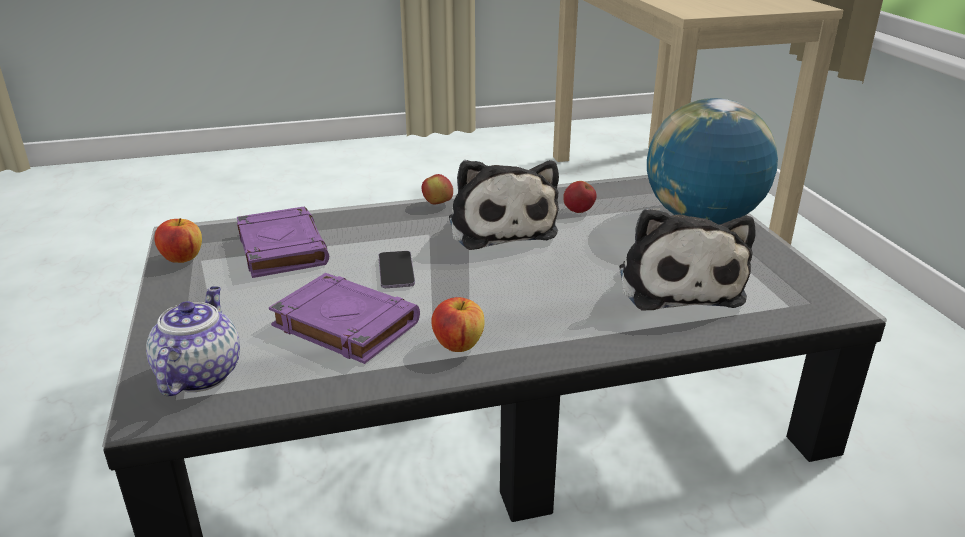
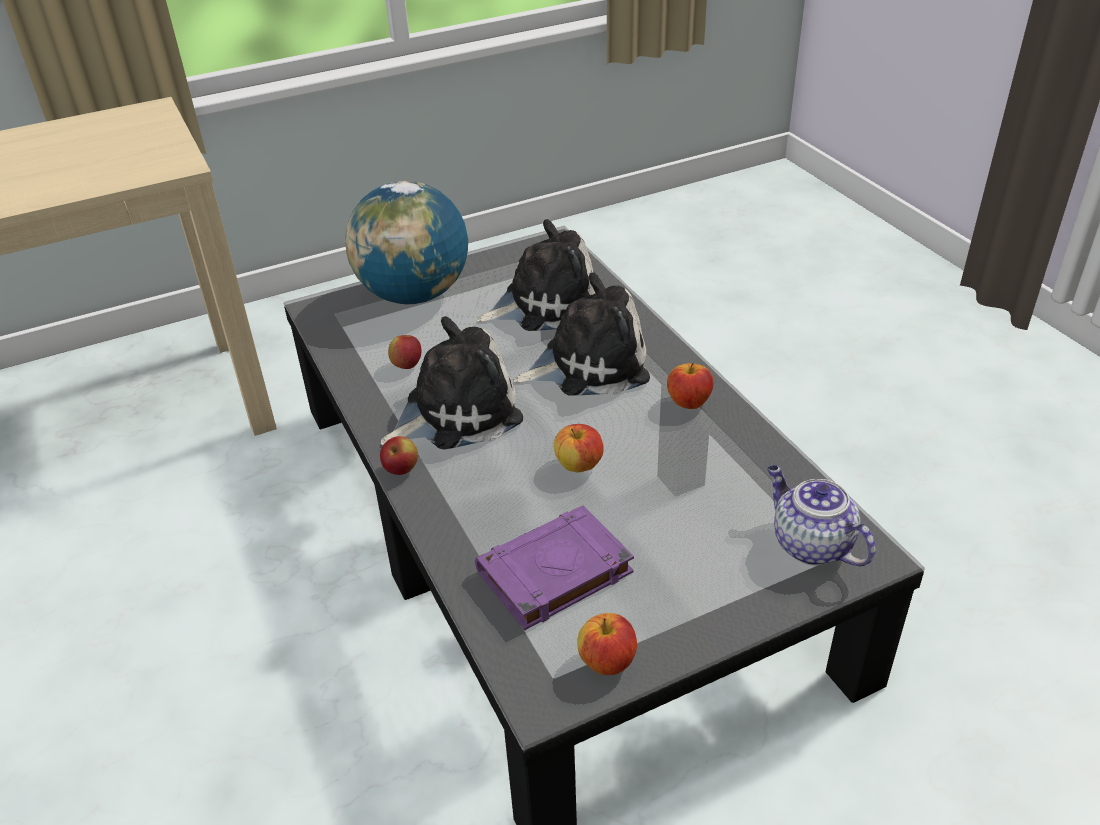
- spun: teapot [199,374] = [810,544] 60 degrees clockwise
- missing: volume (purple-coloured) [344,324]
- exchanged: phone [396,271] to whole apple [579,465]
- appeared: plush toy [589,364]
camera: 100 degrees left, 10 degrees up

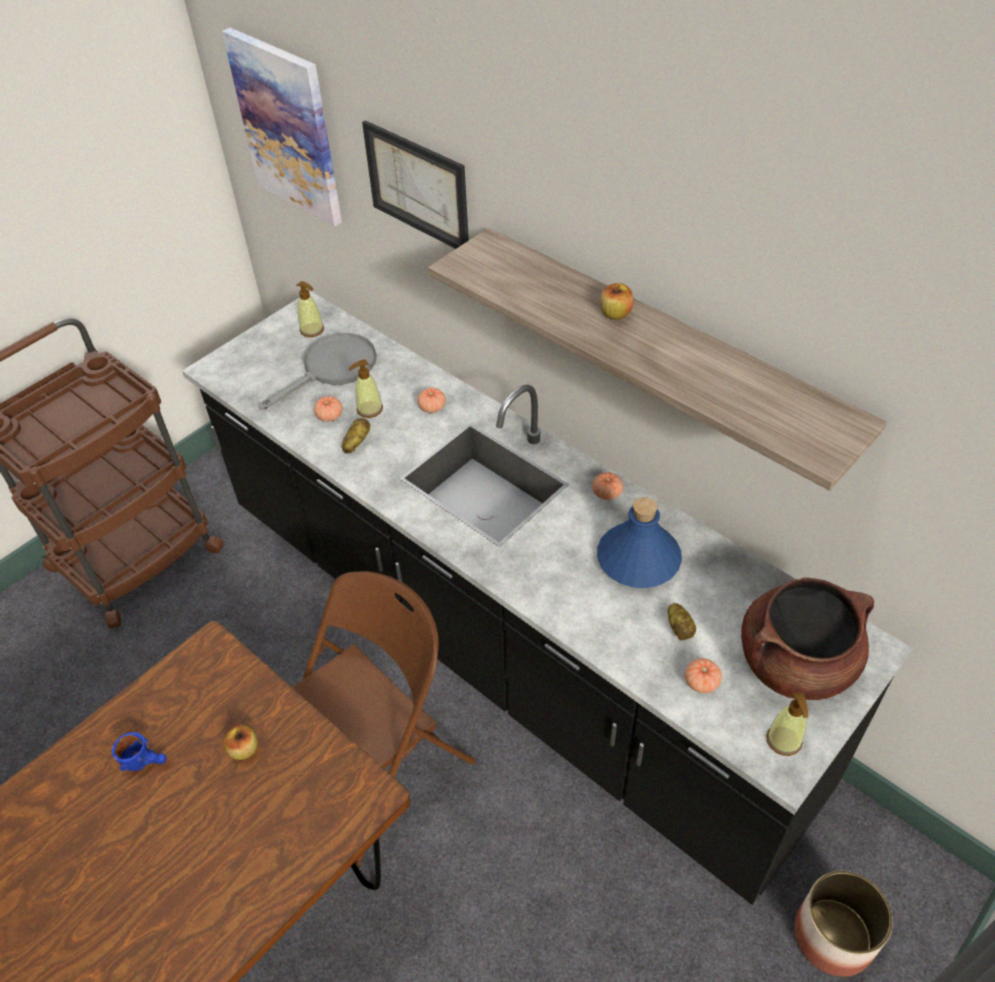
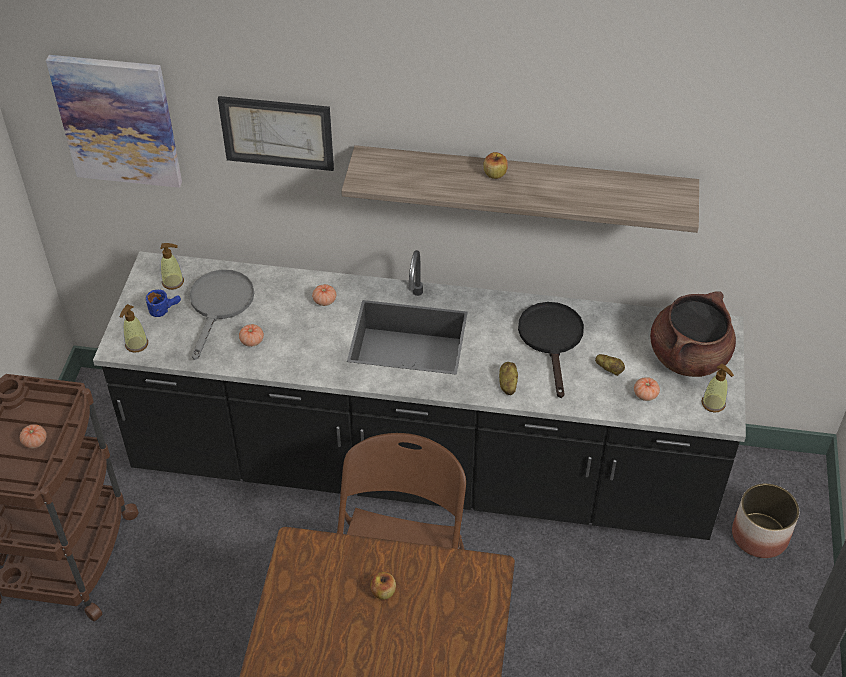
- relocated: tea mug (bluish) [147,760] to [165,309]
- relocated: whole potato [356,443] to [507,384]
- relocated: soap bottle [369,409] to [136,344]
- relocated: whole tomato [606,493] to [35,442]
- exchanged: bottle (bluish) [639,559] to pan (black) [552,339]
camera: 35 degrees left, 0 degrees up

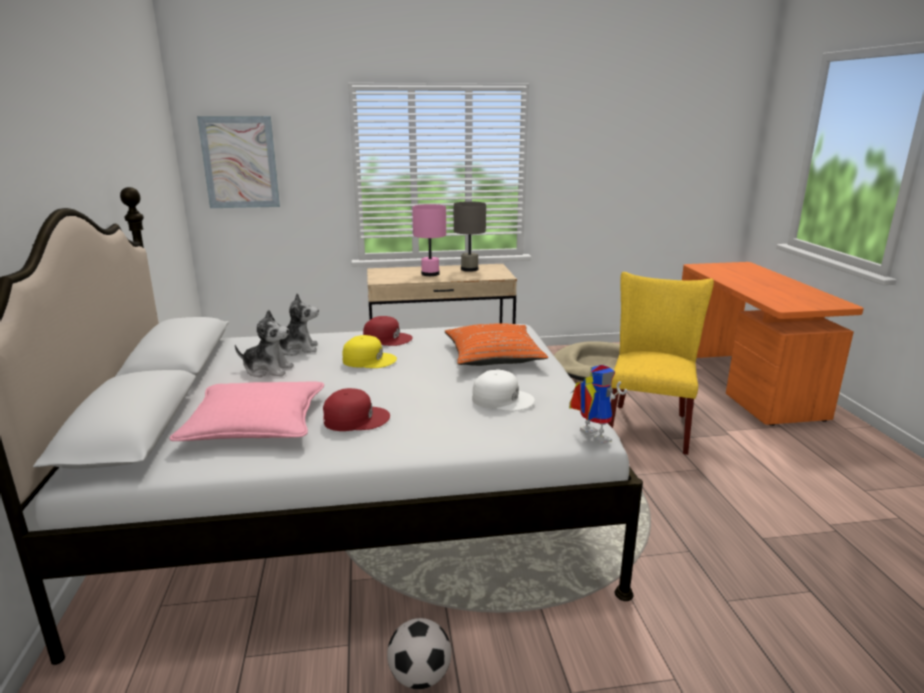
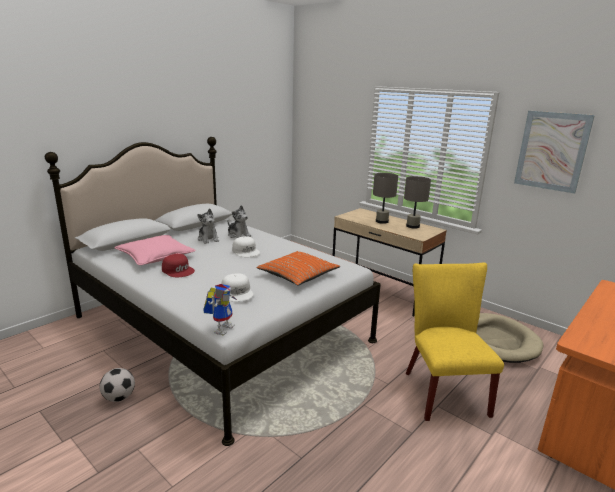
- relocated: picture [240,162] to [551,151]
- colour: cap (yellowish) [369,359] to cap (whitish) [246,251]
- missing: cap (reddish) [387,338]
- colour: table lamp (pinkish) [430,274] to table lamp (greyish) [381,221]
- spun: plain chair (yellowish) [648,425] = [442,389] 75 degrees counterclockwise
camera: 50 degrees right, 0 degrees up

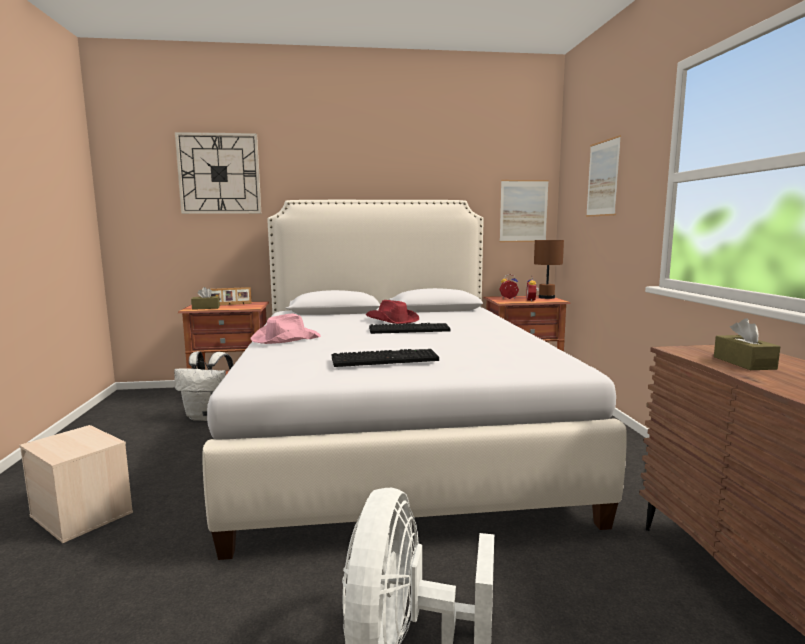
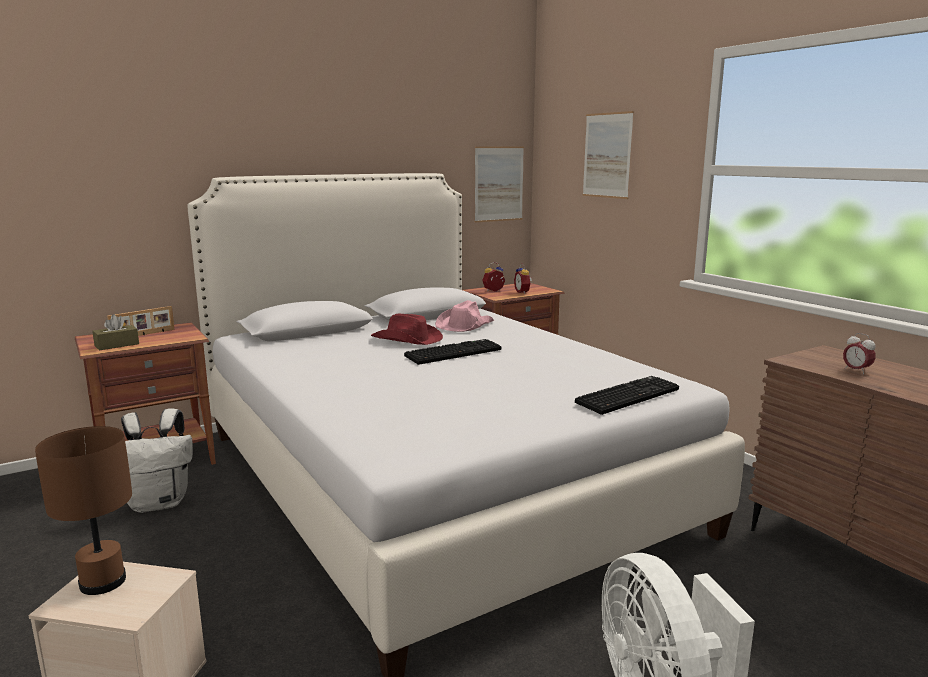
- missing: hanging clock [219,174]
- relocated: wearable hat (pinkish) [285,339] to [464,325]
- relocated: keyboard [385,359] to [627,395]
- relocated: table lamp (brown-coloured) [546,297] to [102,583]
- exchanged: tissue box (brown-coloured) [744,363] to table clock [856,370]
camera: 25 degrees left, 5 degrees up

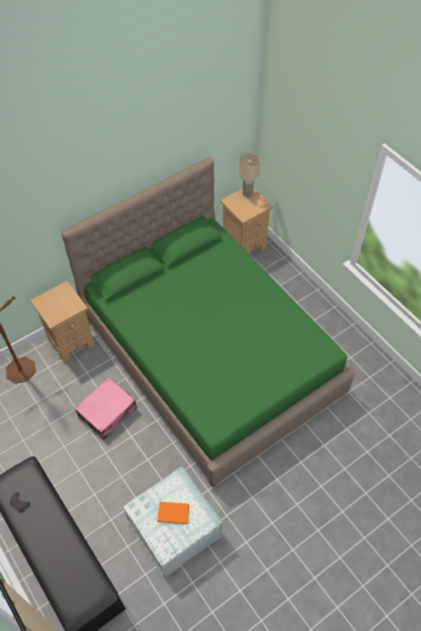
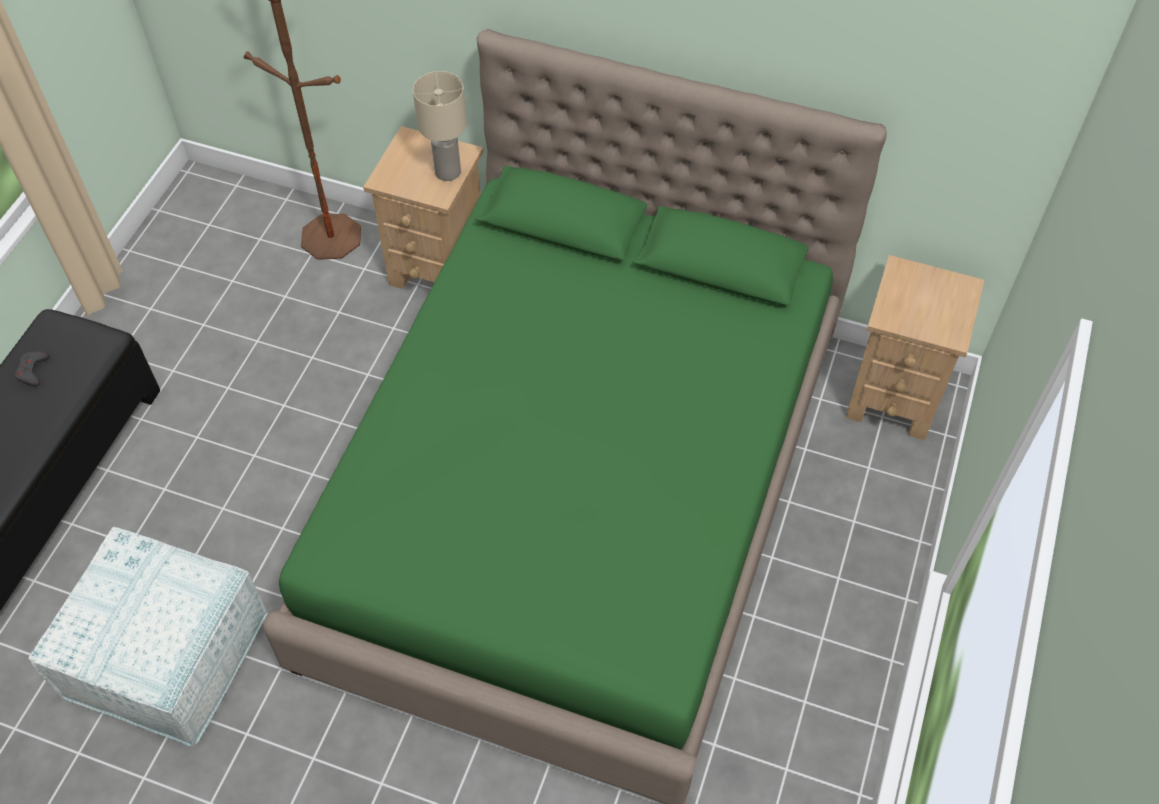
- missing: travel case (pinkish) [108,412]
- missing: volume (orangey) [173,512]
- relocated: table lamp (beige) [247,194] to [447,172]
camera: 55 degrees right, 0 degrees up

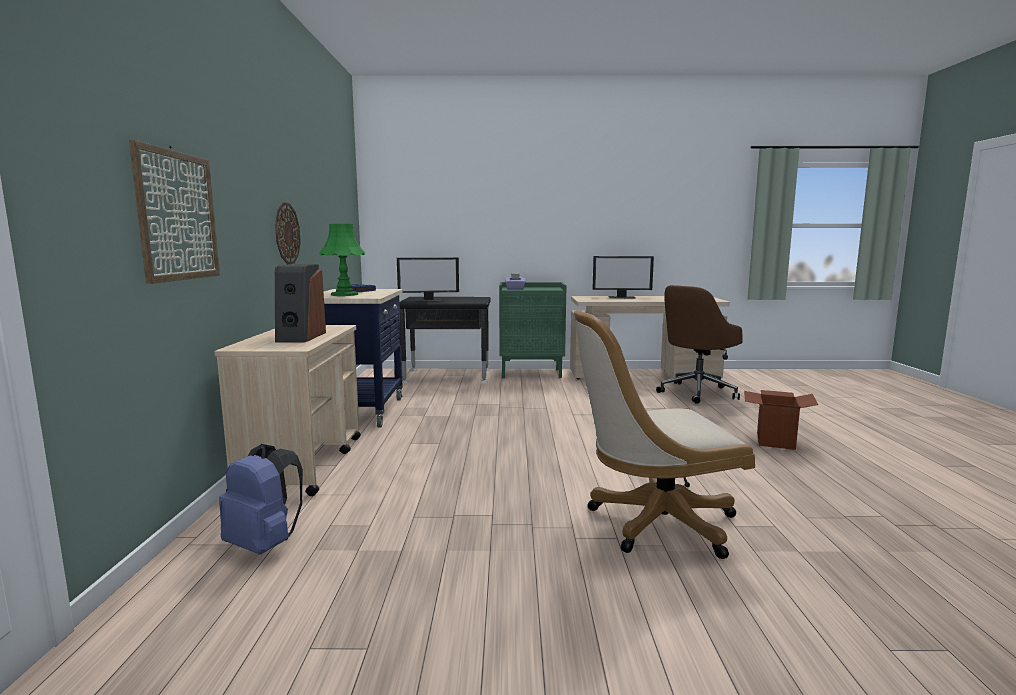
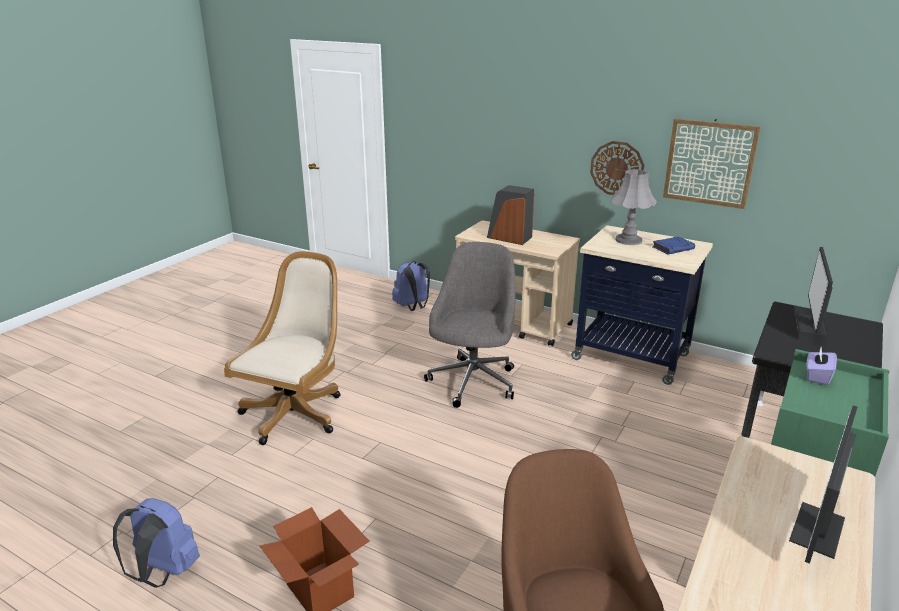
- relocated: picture [177,214] to [709,161]
- colour: table lamp (green) [345,294] to table lamp (greyish) [628,240]
- appeared: rucksack (bluish) [164,572]
- appeared: computer chair (greyish) [473,381]
camera: 120 degrees right, 15 degrees up

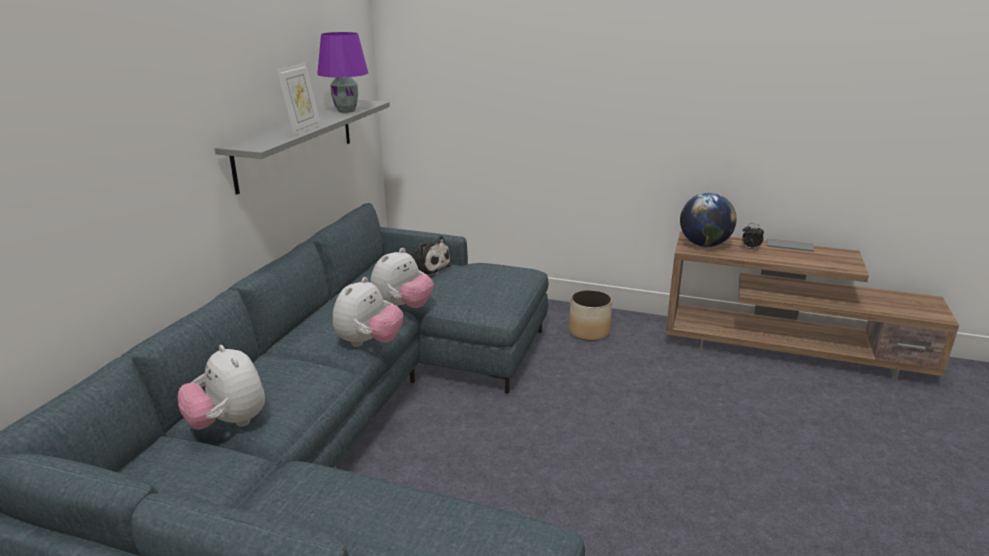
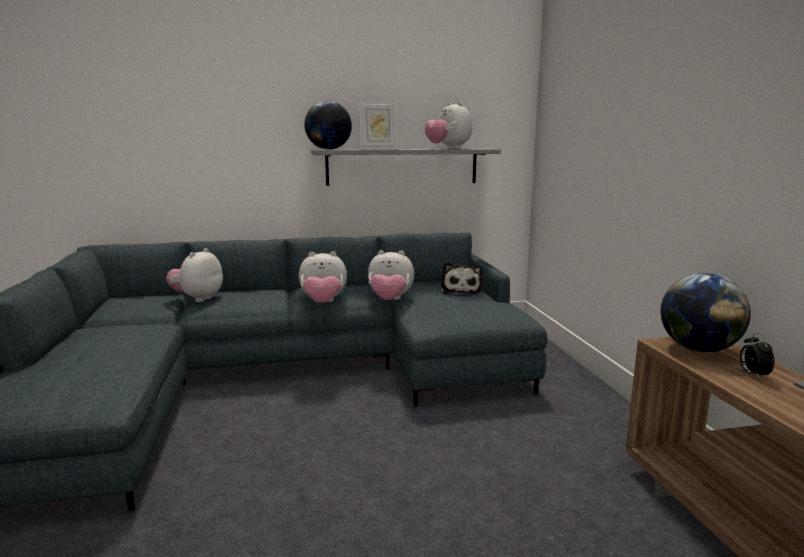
- exchanged: table lamp (purple-coloured) [346,111] to plush toy [448,148]
- missing: plant pot [589,331]
- appeared: globe [329,149]
camera: 60 degrees right, 10 degrees down

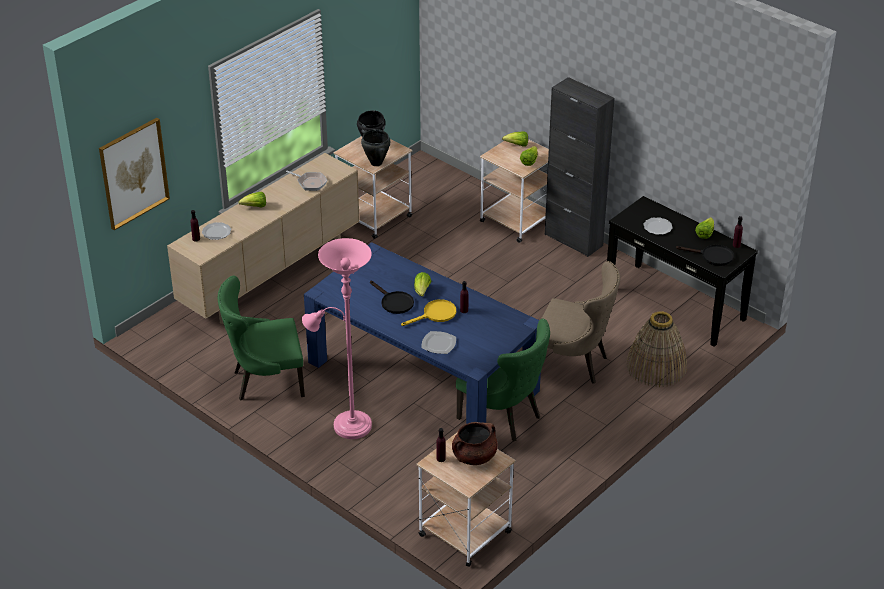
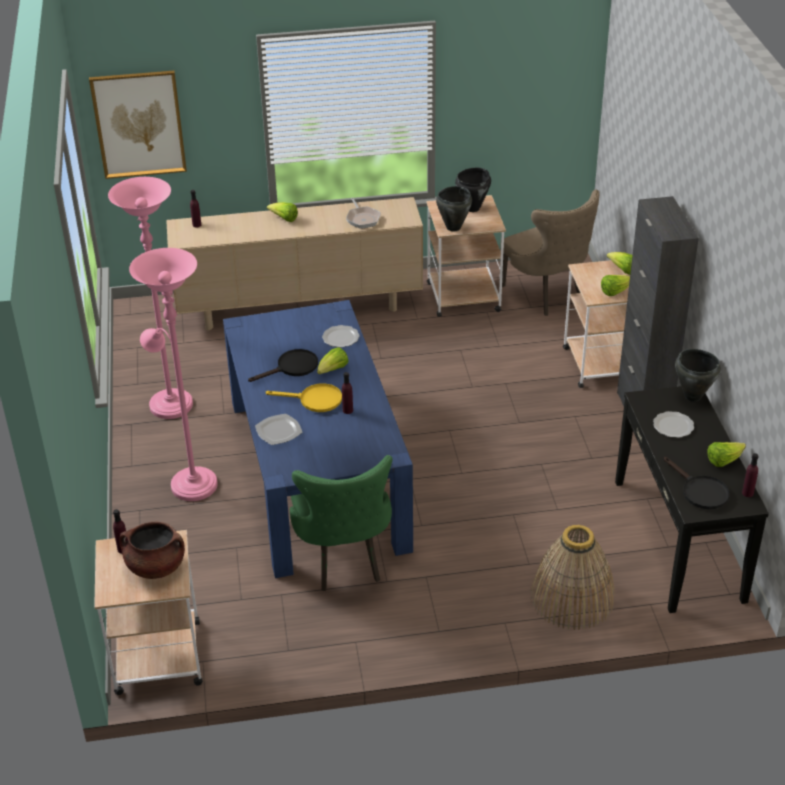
- relocated: dinner plate [216,232] to [340,337]
- exchanged: plain chair (green) [265,382] to standard lamp (pinkish) [174,401]
- spun: pan (black) [394,302] = [292,367] 120 degrees counterclockwise
- relocated: plain chair (beige) [573,363] to [547,294]
- appeared: cooking pot (black) [692,396]
camera: 40 degrees right, 0 degrees up

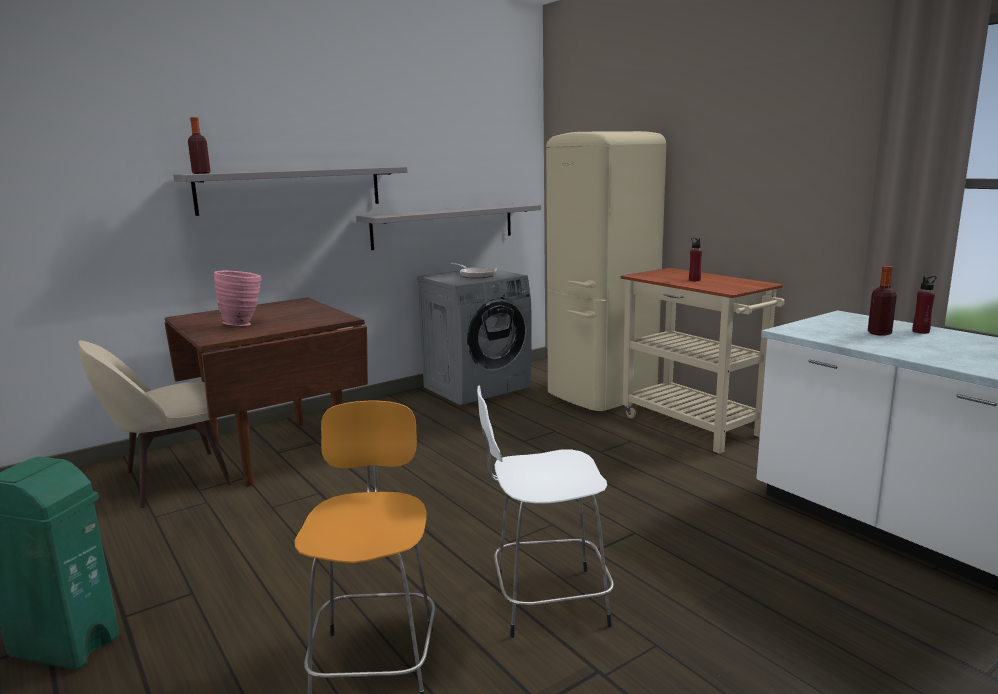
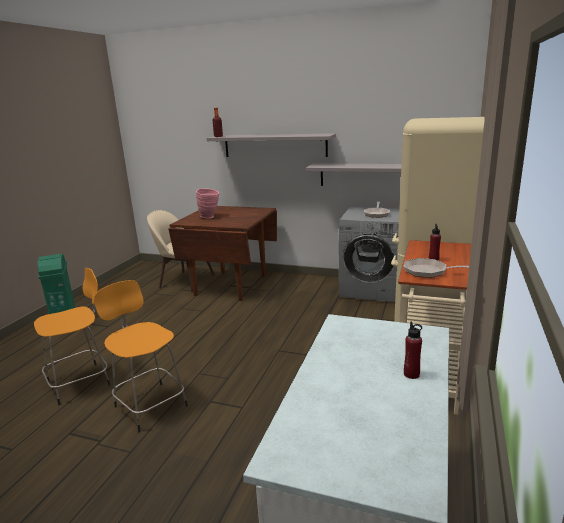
- colour: sitting stool (whitish) [546,602] to sitting stool (orangey) [149,404]
- missing: bottle [879,333]
- appeared: pan [429,271]
camera: 55 degrees right, 5 degrees up

